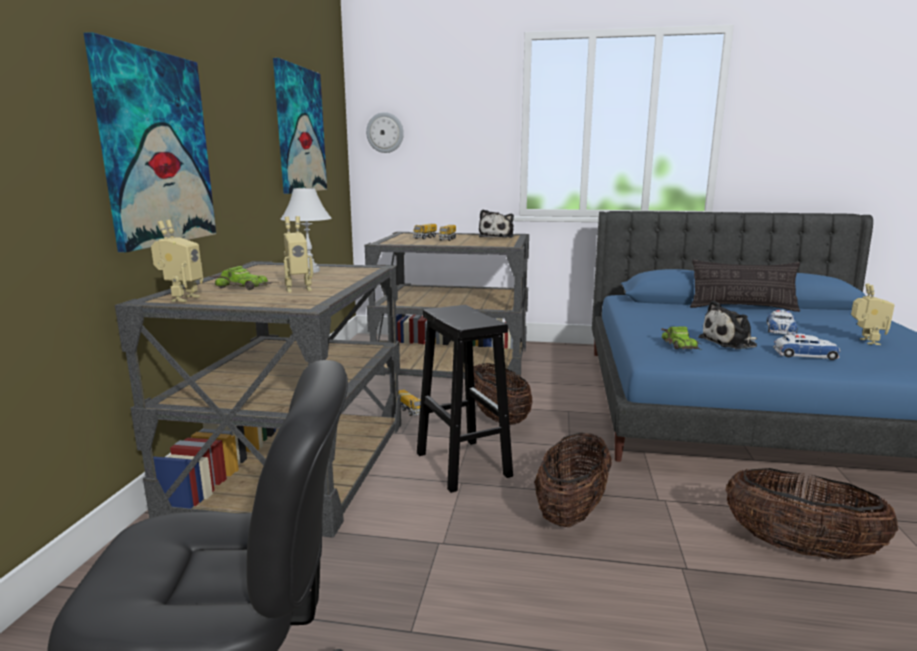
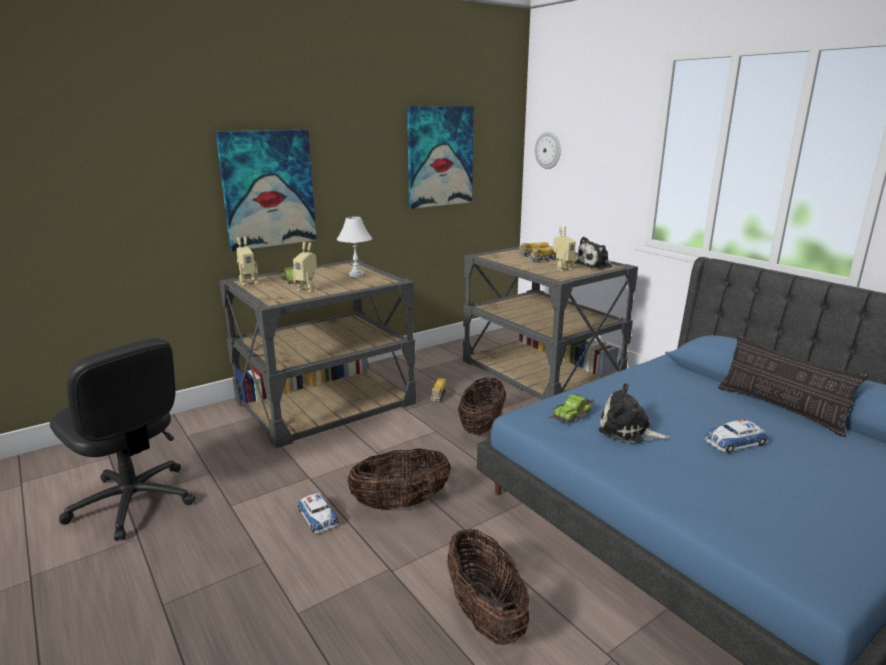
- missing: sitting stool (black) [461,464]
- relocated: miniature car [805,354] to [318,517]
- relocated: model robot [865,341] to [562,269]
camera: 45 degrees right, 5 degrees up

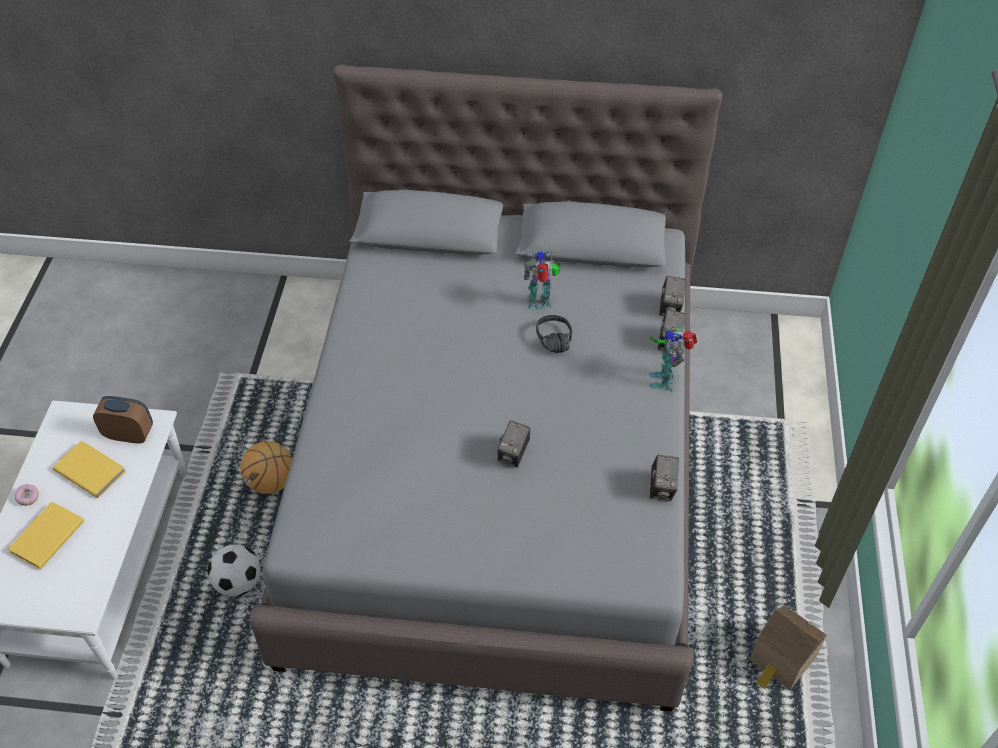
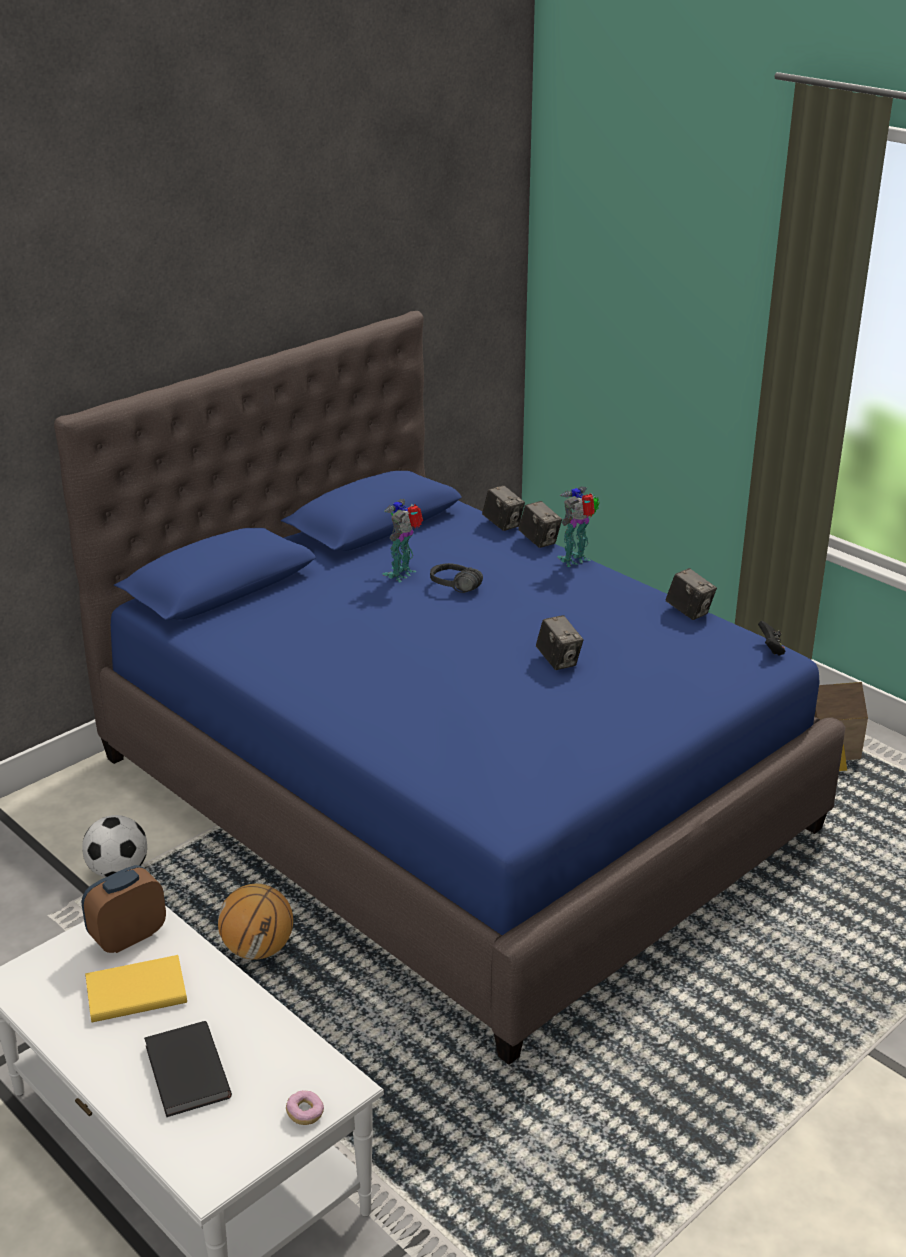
- colour: volume (yellowish) [45,537] to volume (black) [185,1073]
- relocated: ring doughnut [28,497] to [305,1113]
- relocated: football [238,583] to [118,871]
- colour: bed (greyish) [499,471] to bed (bluish) [452,792]
- spun: model robot [665,379] = [576,560] 105 degrees clockwise
- appeared: gamepad (black) [771,649]
camera: 50 degrees left, 20 degrees down

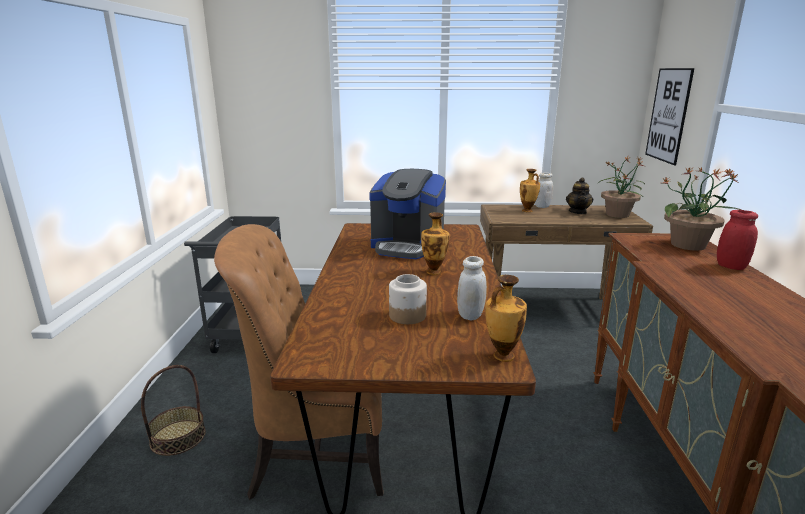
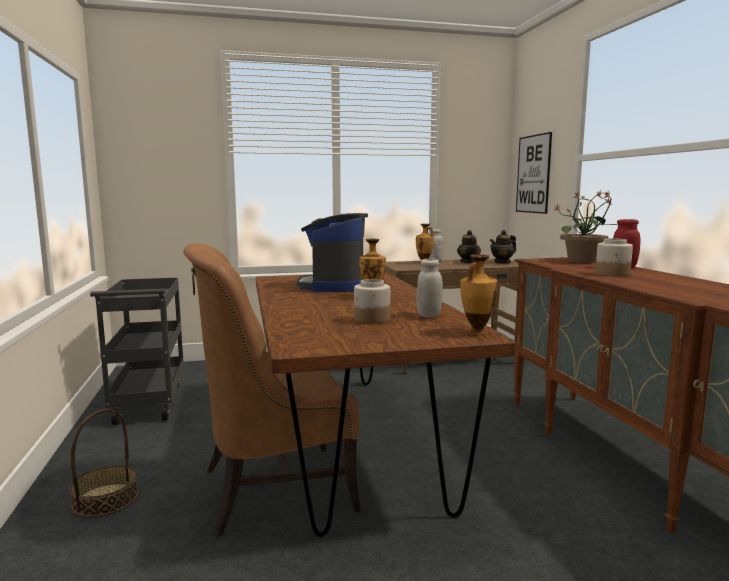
- spun: coffee brewer [407,247] = [333,286] 90 degrees clockwise
- exchanged: houseplant [617,214] to teapot [502,262]
- appeared: storage jar [612,274]
camera: 15 degrees left, 10 degrees down

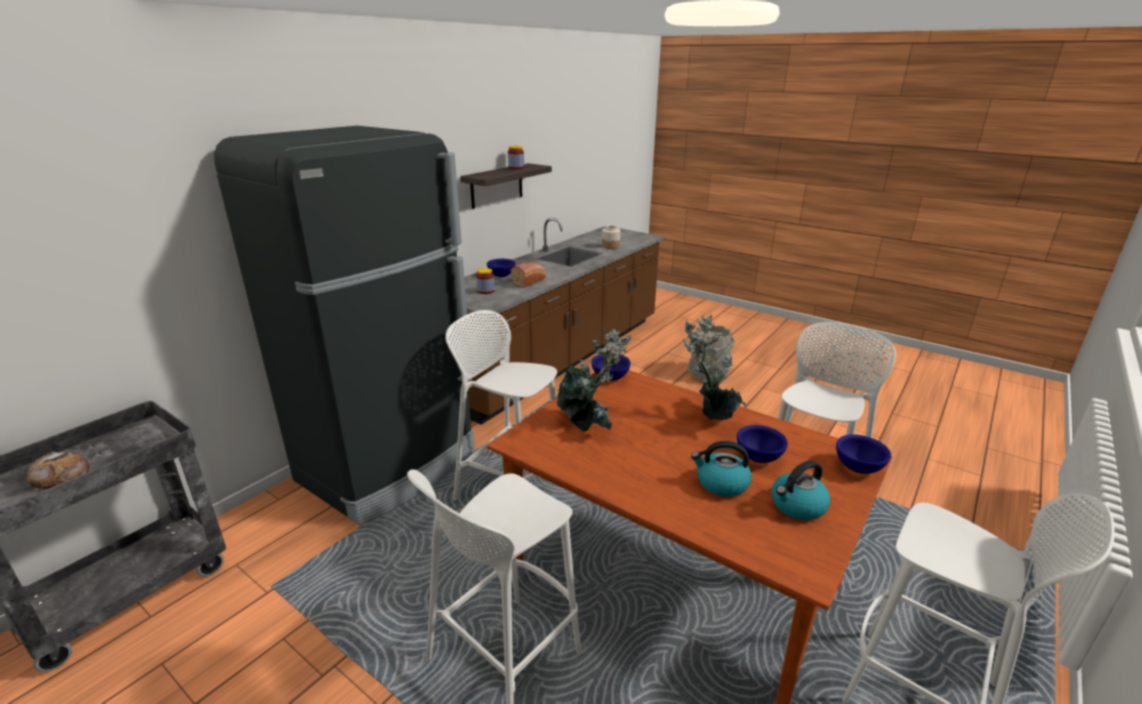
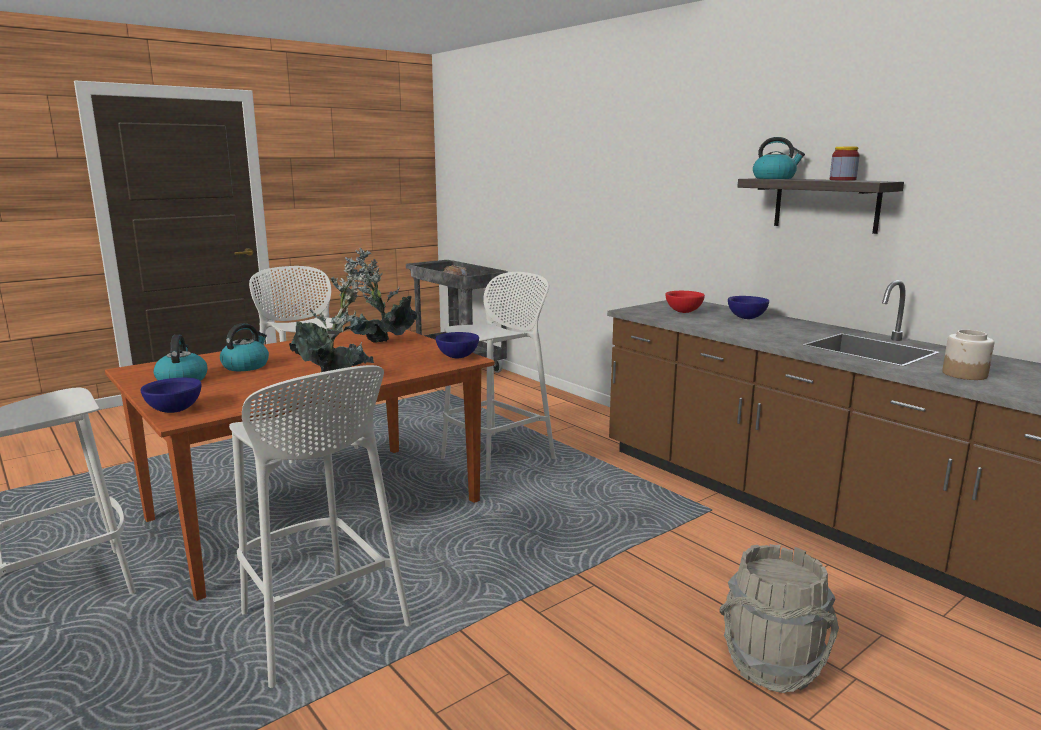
- missing: refrigerator (black) [390,466]
- exchanged: storage jar [486,291] to deep dish (reddish) [684,312]
- missing: bread [530,281]
- missing: deep dish (bluish) [758,457]
- appeared: tea kettle [774,178]
camera: 105 degrees right, 10 degrees down

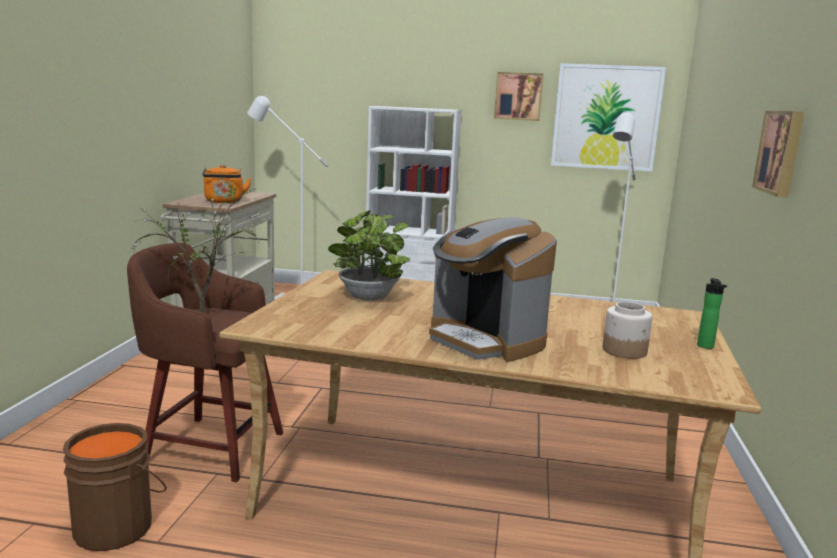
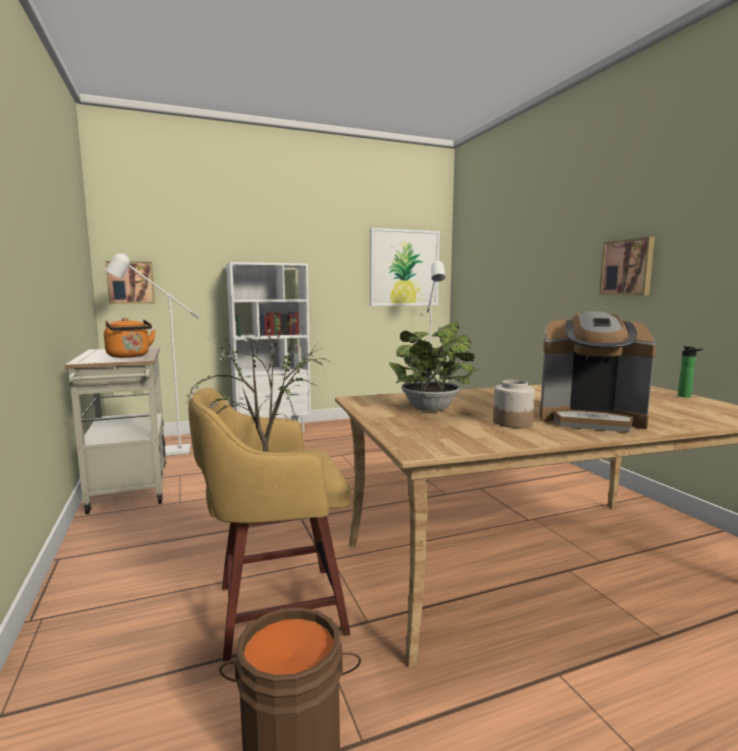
- colour: sitting stool (brown-coloured) [211,446] to sitting stool (yellowish) [275,609]
- relocated: picture [518,96] to [131,282]
- relocated: storage jar [625,351] to [513,423]
camera: 30 degrees left, 5 degrees down

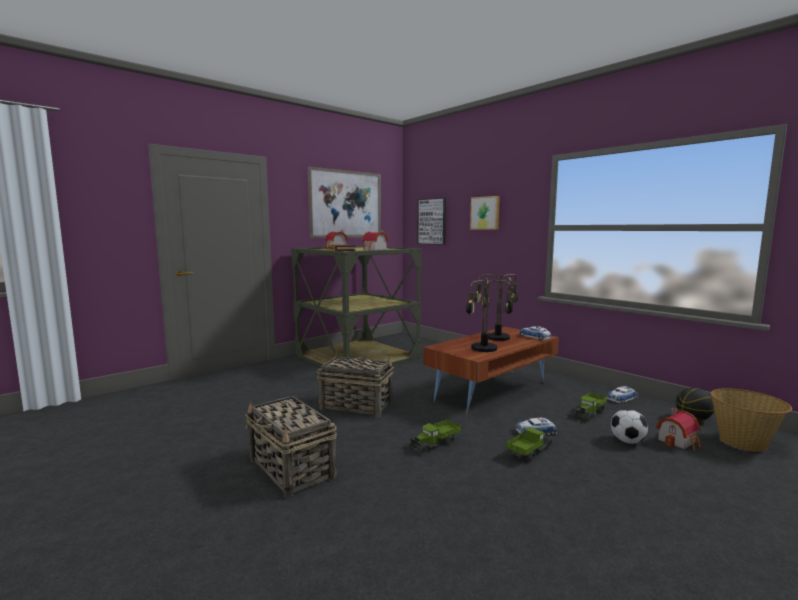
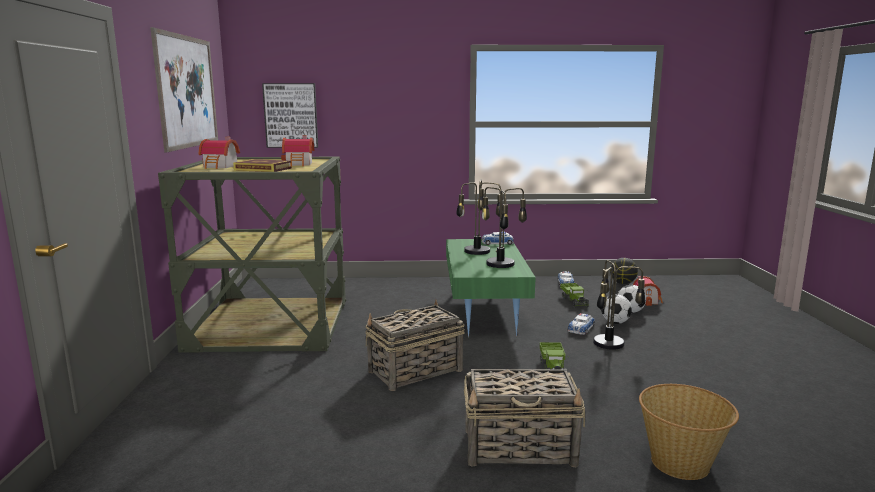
- colour: low table (brown-coloured) [492,392] to low table (green) [485,310]
- missing: picture [485,213]
- exchanged: toy truck [529,452] to table lamp [609,343]
- relocated: basket [743,442] to [681,463]
- appeared: football [615,322]
camera: 50 degrees left, 5 degrees up

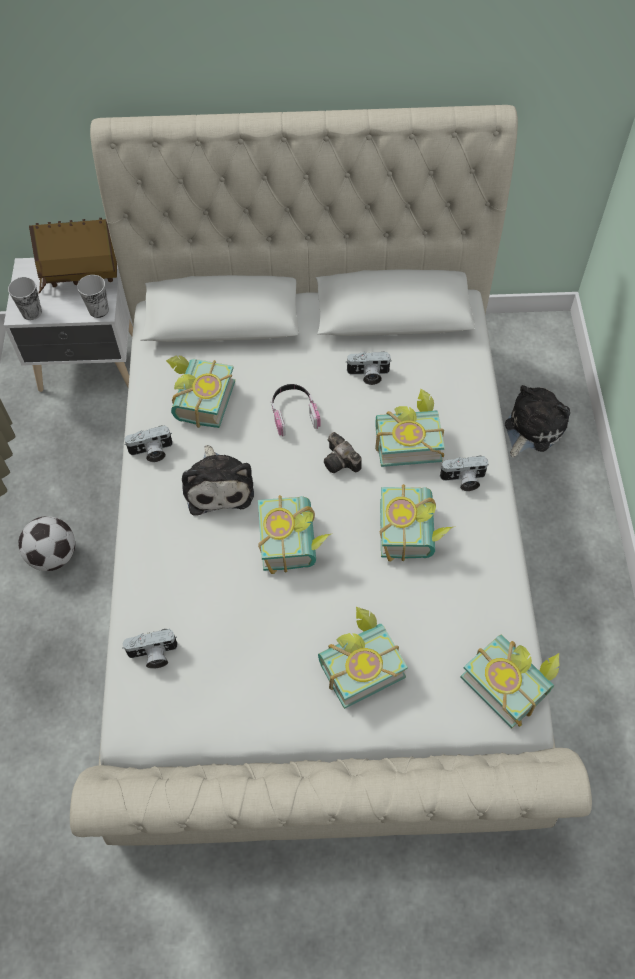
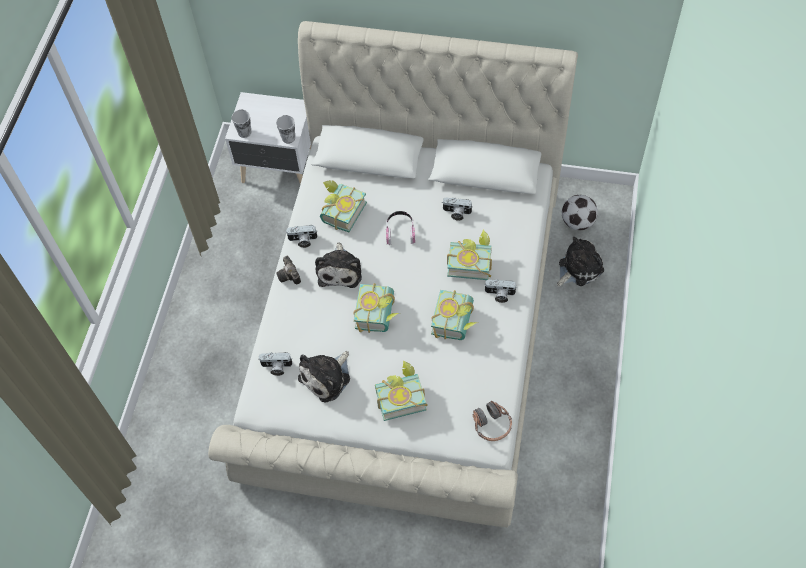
- relocated: football [53,556] to [577,222]
- missing: toy house [83,275]
- relocated: photo camera [341,462] to [289,276]
- exchanged: volume [510,681] to pair of headphones [491,425]
- appeared: plush toy [327,377]
camera: 15 degrees right, 0 degrees up

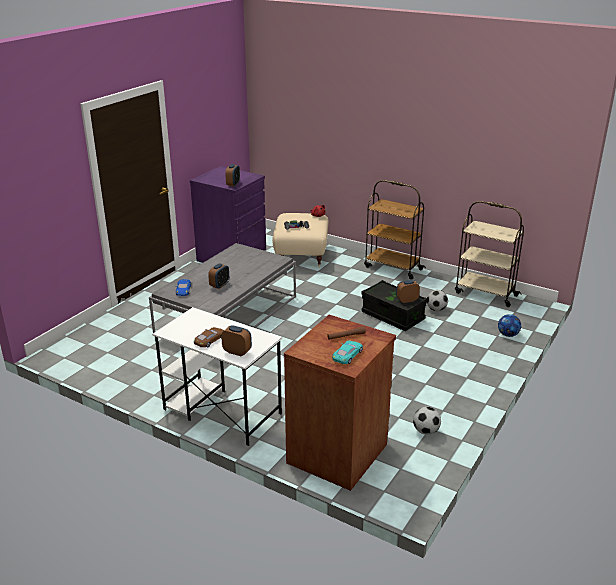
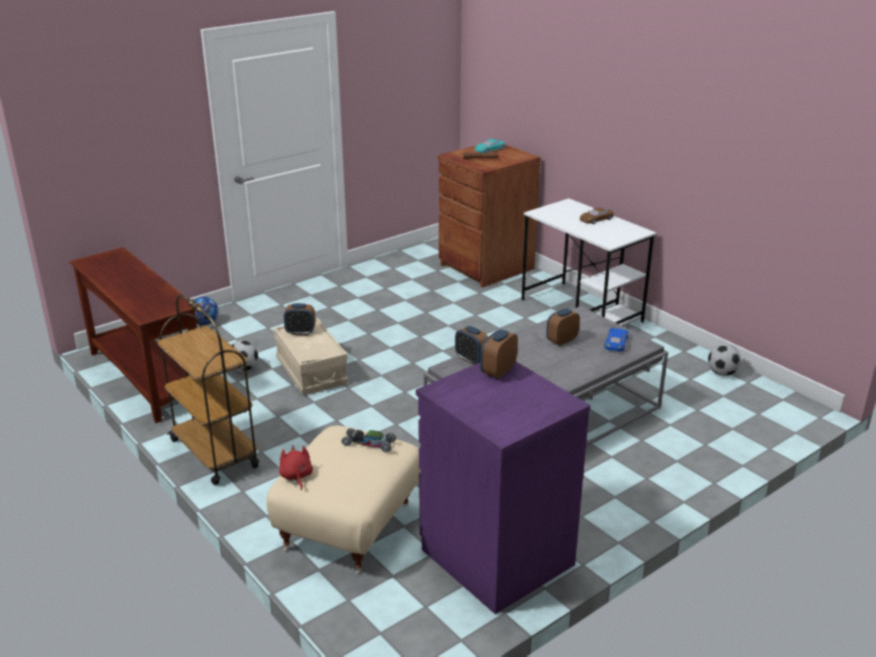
- relocated: table clock [237,352] to [471,359]
- colour: storage container (black) [392,316] to storage container (beige) [311,371]
- relocated: football [425,431] to [722,373]
- exchanged: trolley (beige) [485,294] to hall table (brown-coloured) [146,378]
camera: 160 degrees left, 0 degrees up

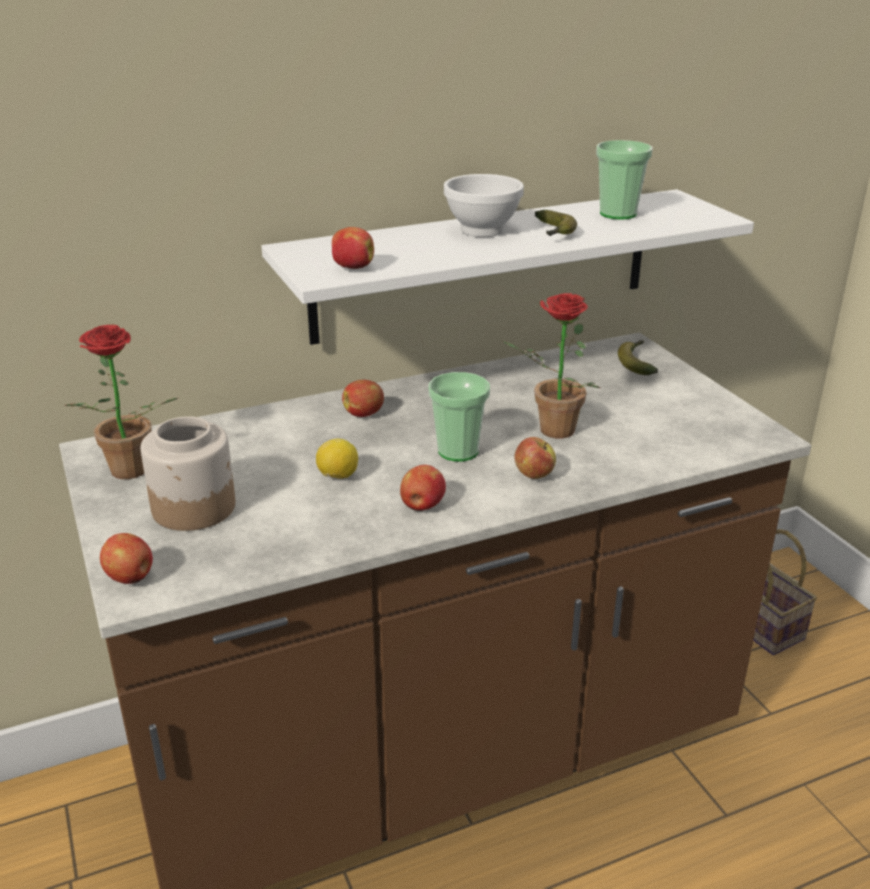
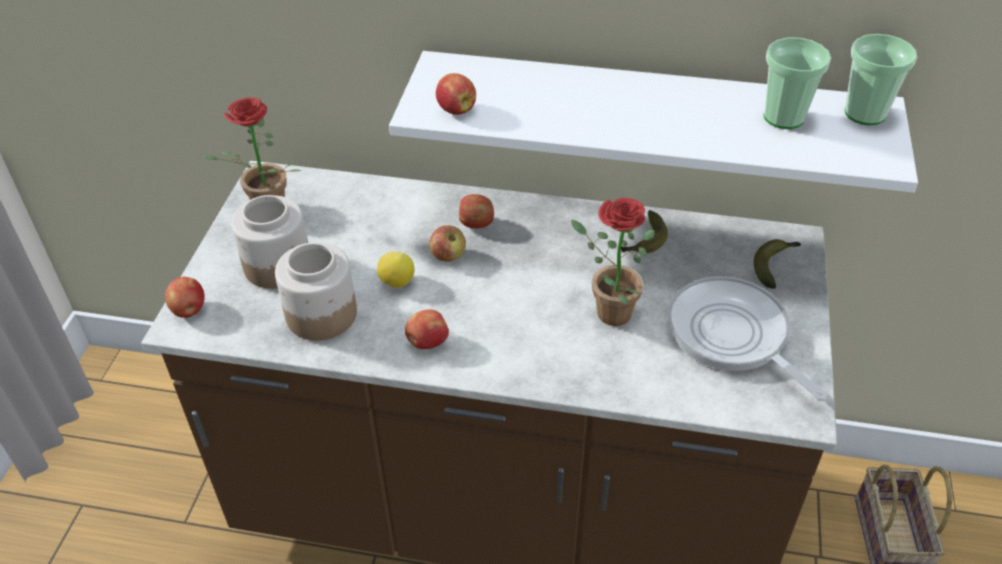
- relocated: drinking cup [458,451] to [865,113]
- missing: deep dish (whitish) [483,230]
- relocated: whole apple [534,475] to [448,256]
- relocated: whole banana [554,233] to [644,242]
- appeared: storage jar [320,315]
- appeared: pan [732,336]
camera: 35 degrees right, 15 degrees up

